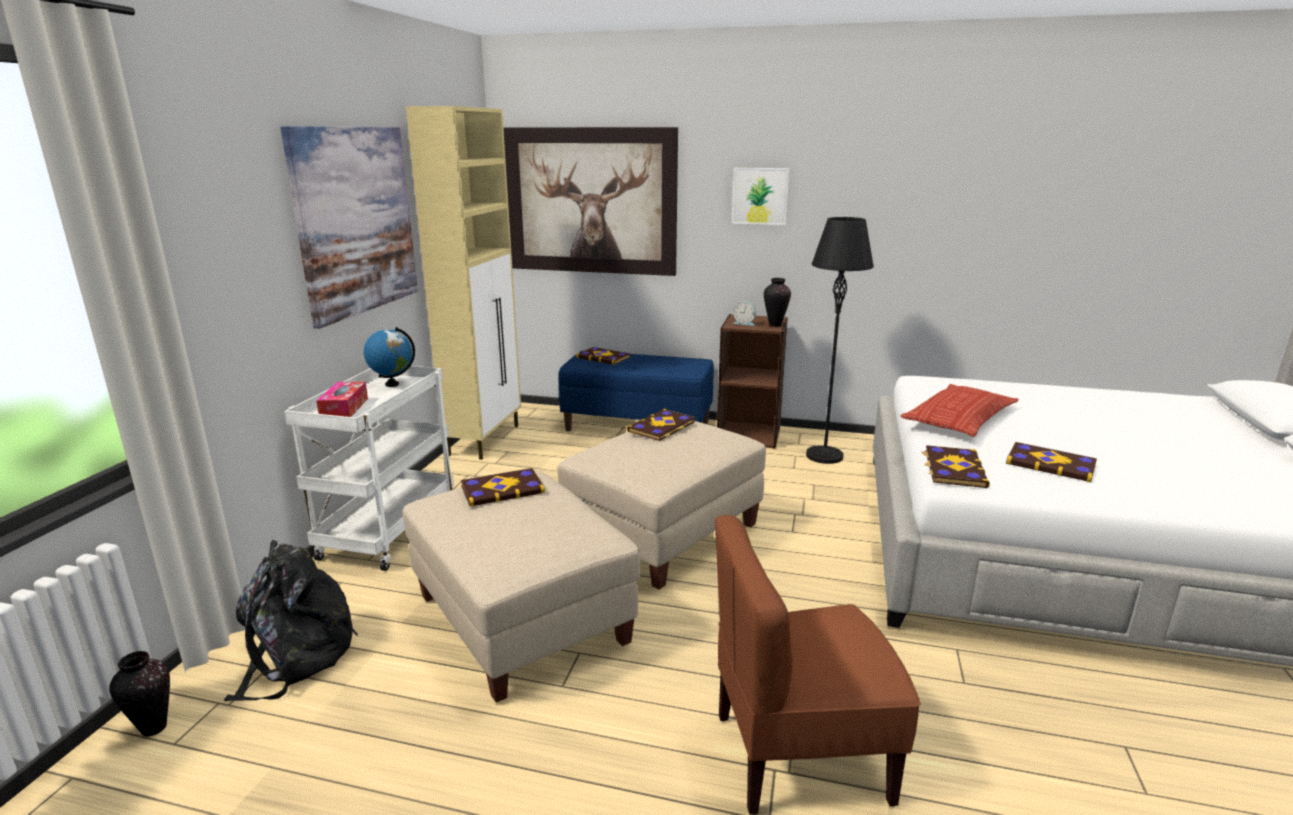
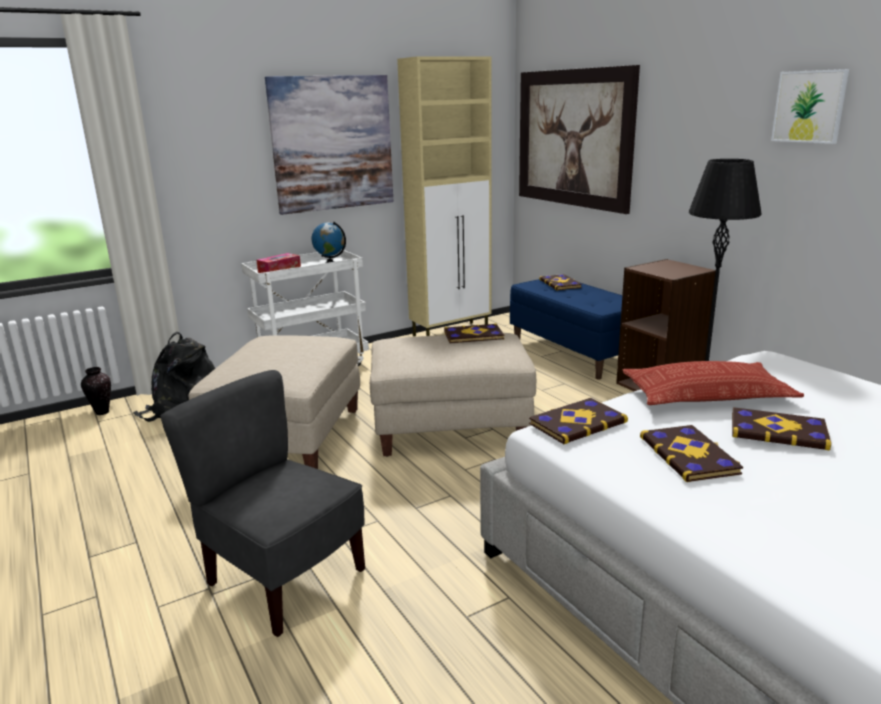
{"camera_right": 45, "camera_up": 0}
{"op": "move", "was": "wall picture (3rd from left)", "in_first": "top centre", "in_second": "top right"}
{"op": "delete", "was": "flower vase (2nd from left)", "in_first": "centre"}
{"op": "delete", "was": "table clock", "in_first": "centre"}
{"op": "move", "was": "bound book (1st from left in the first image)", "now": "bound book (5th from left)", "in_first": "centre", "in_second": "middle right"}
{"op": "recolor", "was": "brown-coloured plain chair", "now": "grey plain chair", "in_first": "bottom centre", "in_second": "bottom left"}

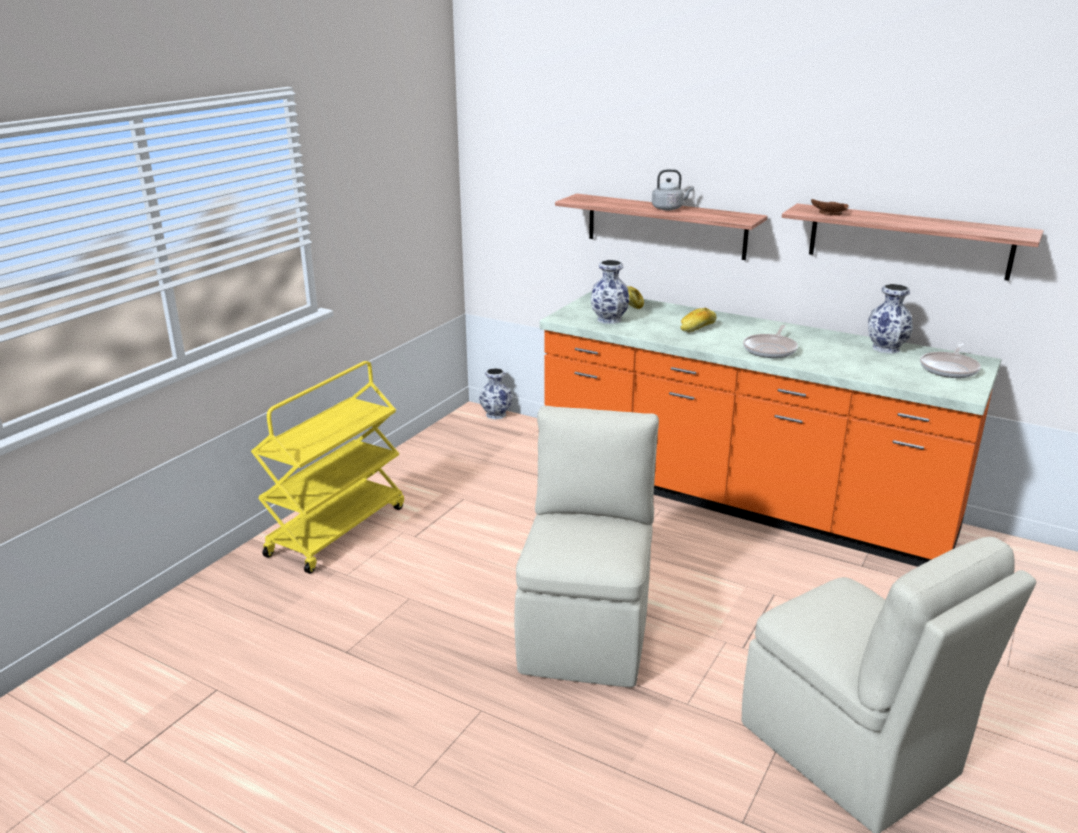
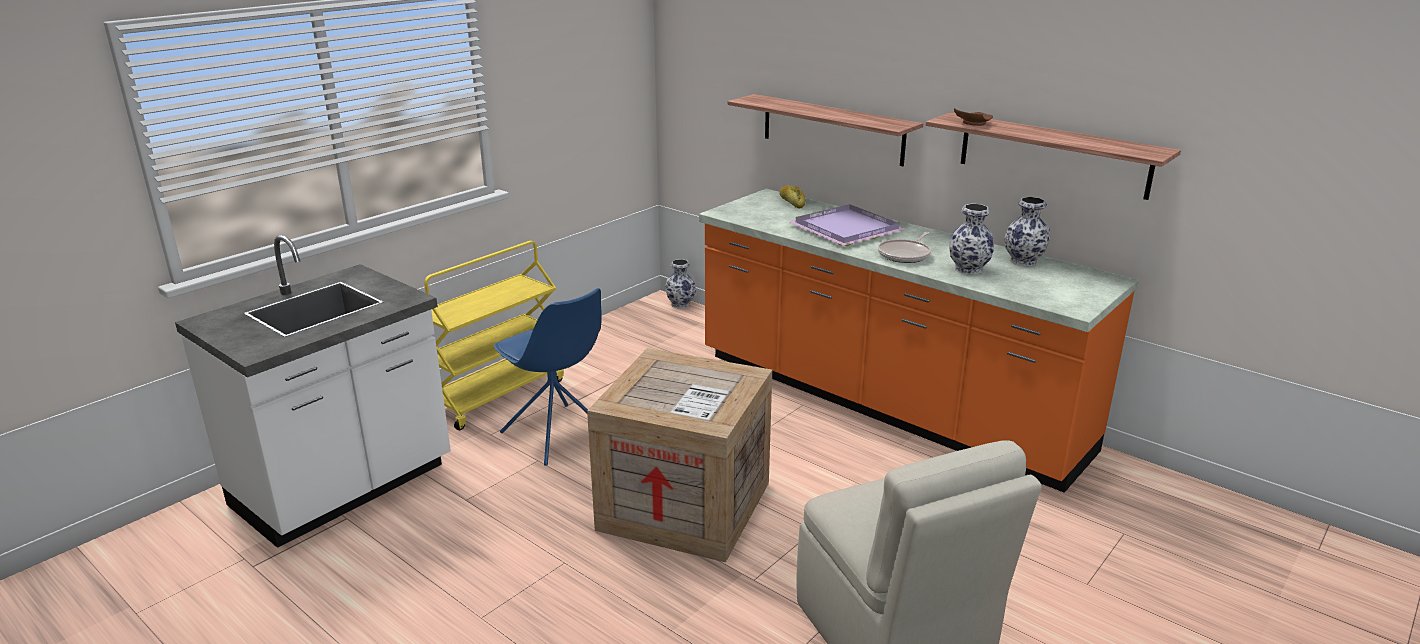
{"camera_right": 10, "camera_up": 0}
{"op": "delete", "was": "grey kettle", "in_first": "top centre"}
{"op": "move", "was": "flower vase (2nd from left)", "in_first": "centre", "in_second": "middle right"}
{"op": "replace", "was": "baked bread (2nd from left)", "now": "purplish carrying tray", "in_first": "centre", "in_second": "centre"}
{"op": "delete", "was": "skillet (2nd from left)", "in_first": "middle right"}
{"op": "replace", "was": "beige plain chair (1st from left)", "now": "packing crate", "in_first": "centre", "in_second": "bottom centre"}
{"op": "insert", "now": "white kitchen base unit", "in_second": "middle left"}
{"op": "insert", "now": "bluish plain chair", "in_second": "centre"}

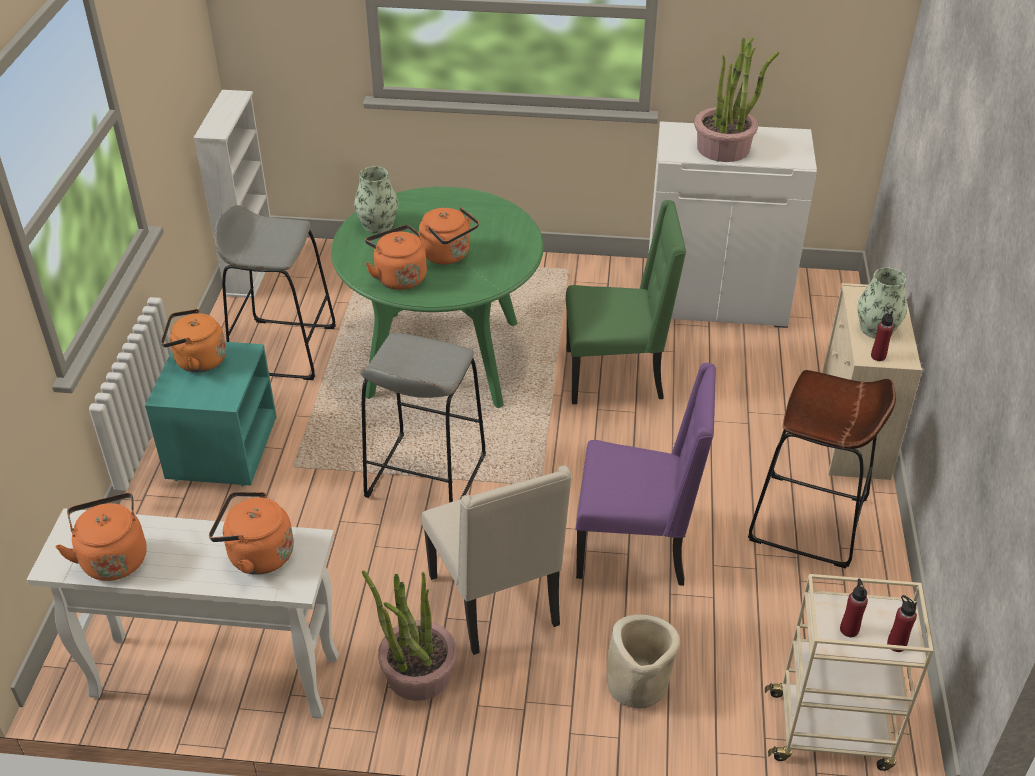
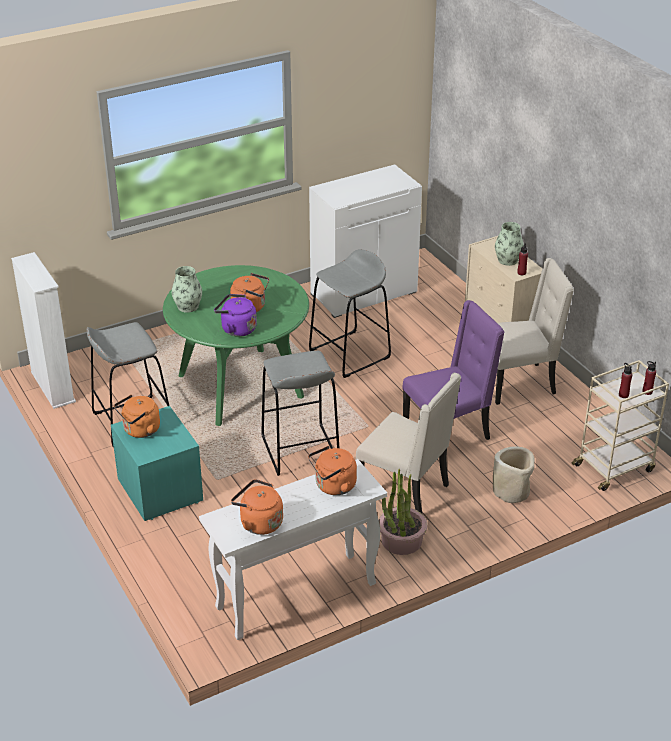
{"camera_right": -35, "camera_up": -5}
{"op": "delete", "was": "potted plant (2nd from left)", "in_first": "top right"}
{"op": "replace", "was": "green plain chair", "now": "grey stool (3rd from left)", "in_first": "centre", "in_second": "centre"}
{"op": "recolor", "was": "orange kettle (4th from left)", "now": "purplish kettle", "in_first": "top centre", "in_second": "centre"}
{"op": "replace", "was": "brown-coloured stool", "now": "beige plain chair (2nd from left)", "in_first": "middle right", "in_second": "middle right"}

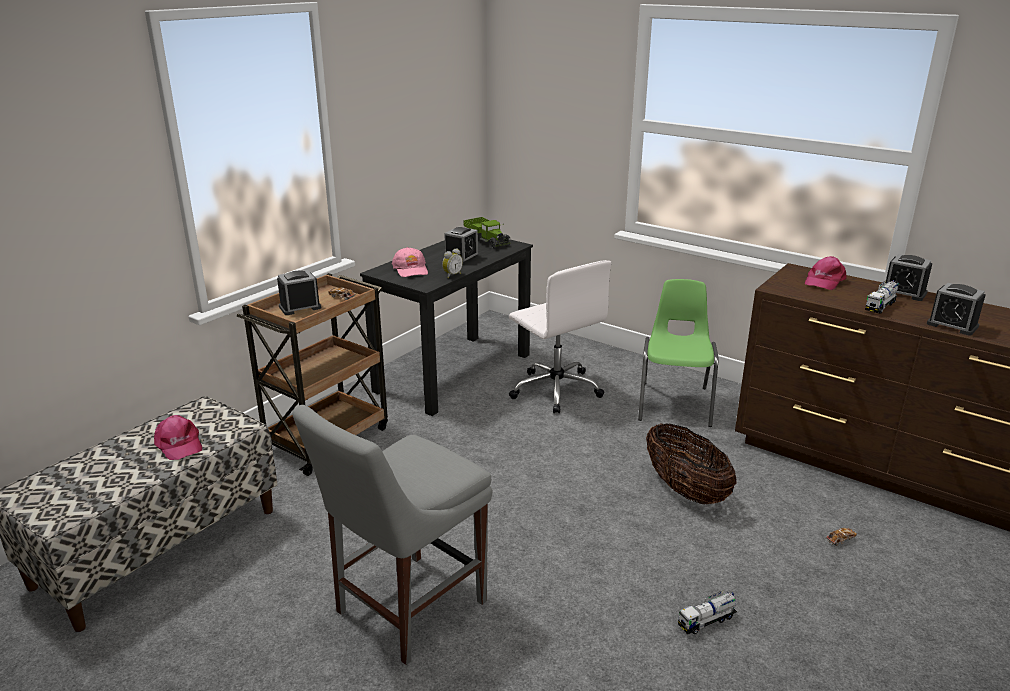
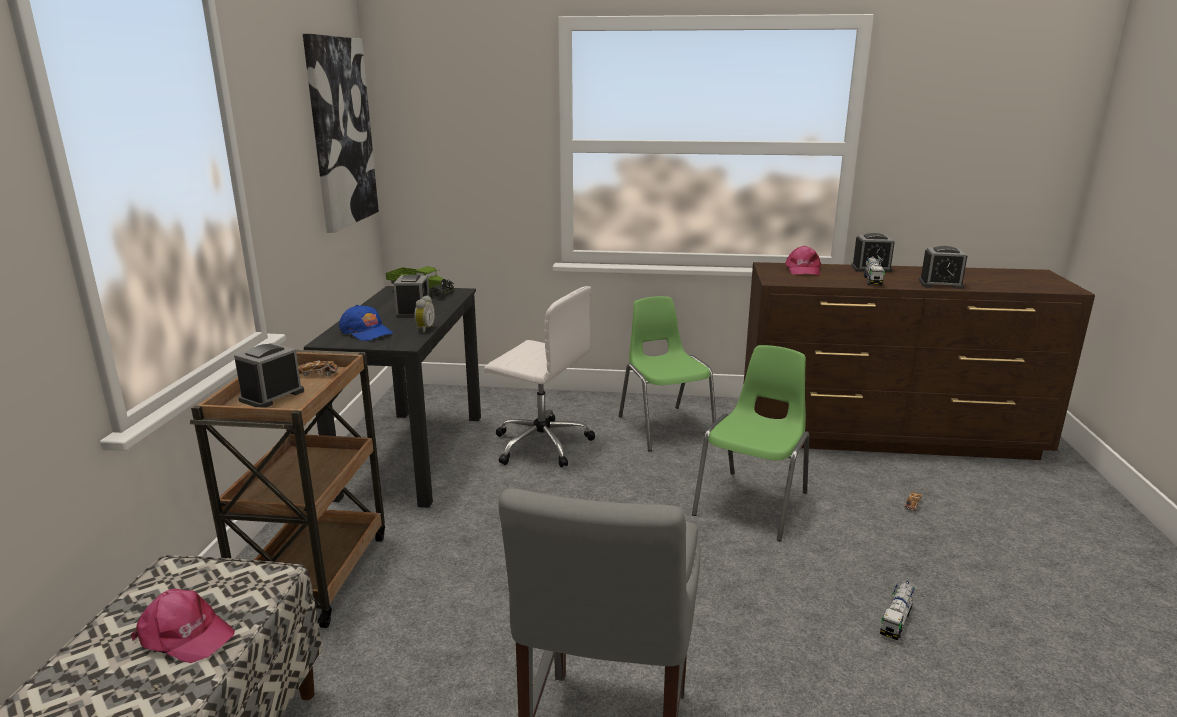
{"camera_right": -30, "camera_up": -5}
{"op": "recolor", "was": "pink-coloured baseball cap (2nd from left)", "now": "bluish baseball cap", "in_first": "centre", "in_second": "middle left"}
{"op": "replace", "was": "storage basket", "now": "green plain chair (2nd from left)", "in_first": "bottom right", "in_second": "centre"}
{"op": "insert", "now": "wall picture", "in_second": "top left"}

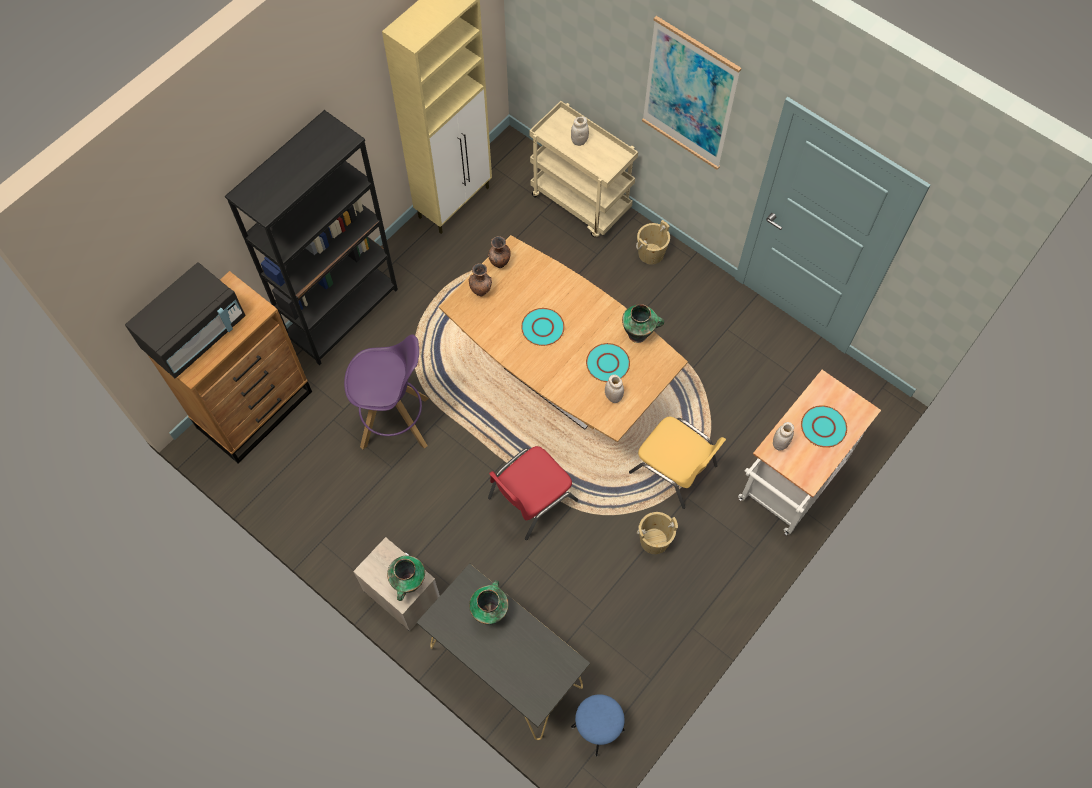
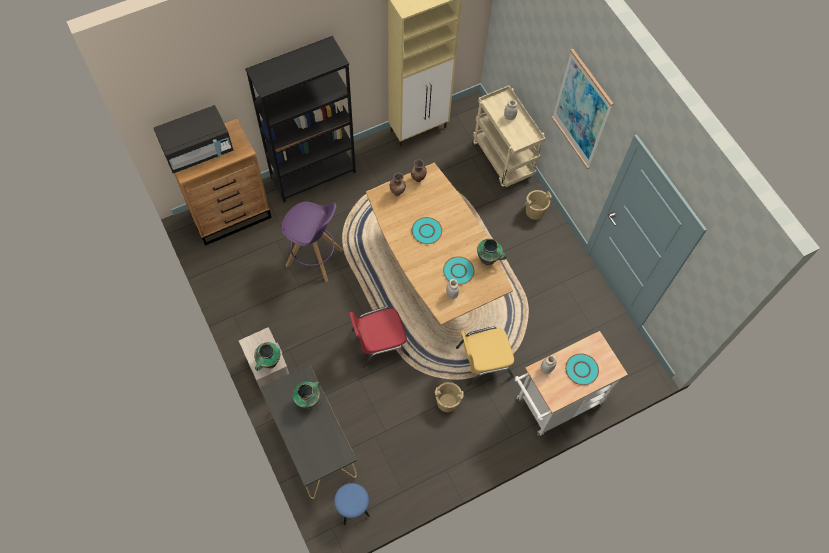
{"camera_right": 20, "camera_up": 0}
{"op": "rotate", "was": "yellow plain chair", "in_first": "centre", "in_second": "centre", "clockwise": 105}

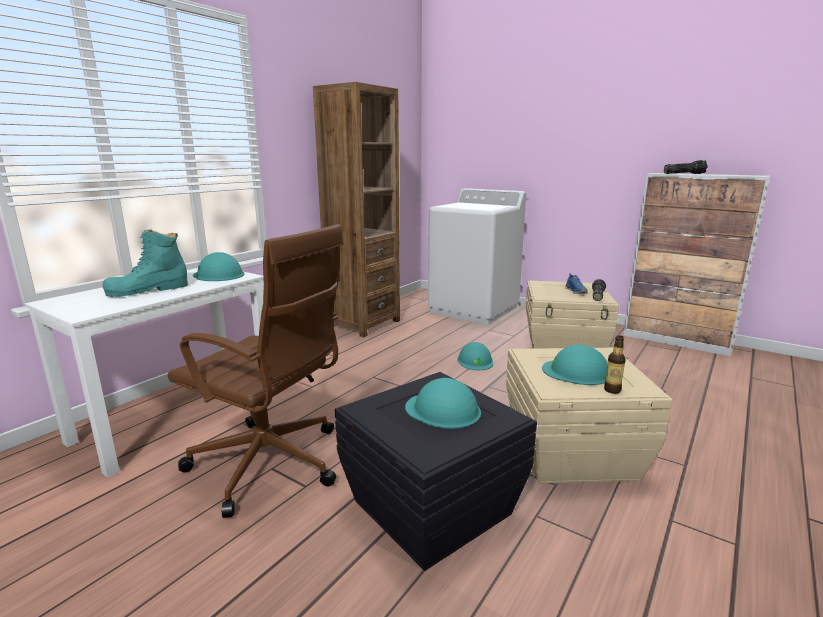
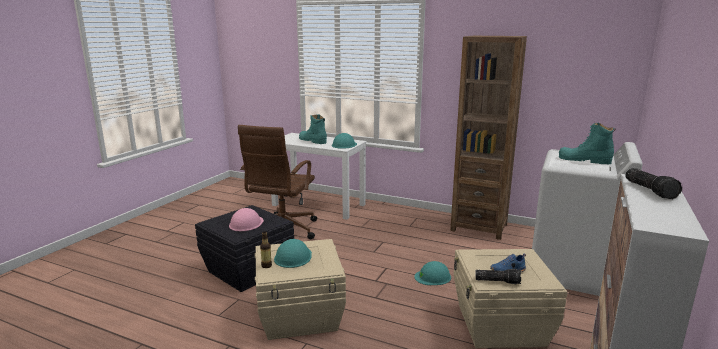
{"camera_right": 80, "camera_up": 0}
{"op": "recolor", "was": "turquoise hard hat (2nd from left)", "now": "pink-coloured hard hat", "in_first": "centre", "in_second": "centre"}
{"op": "insert", "now": "turquoise boot (2nd from left)", "in_second": "middle right"}

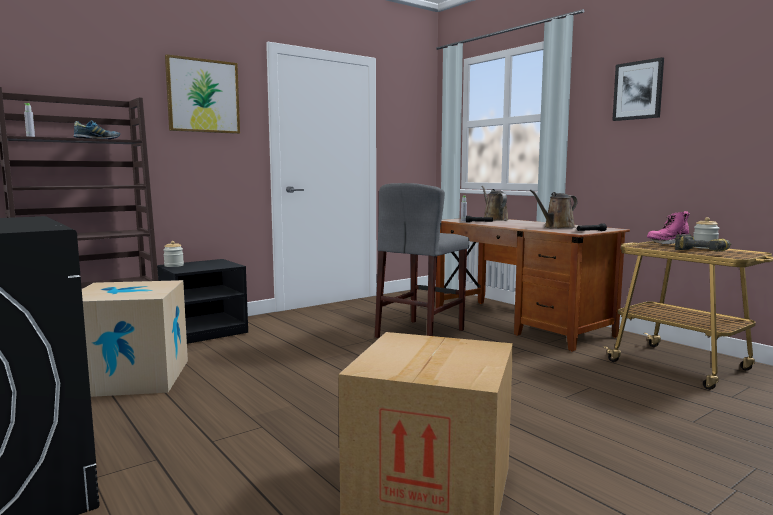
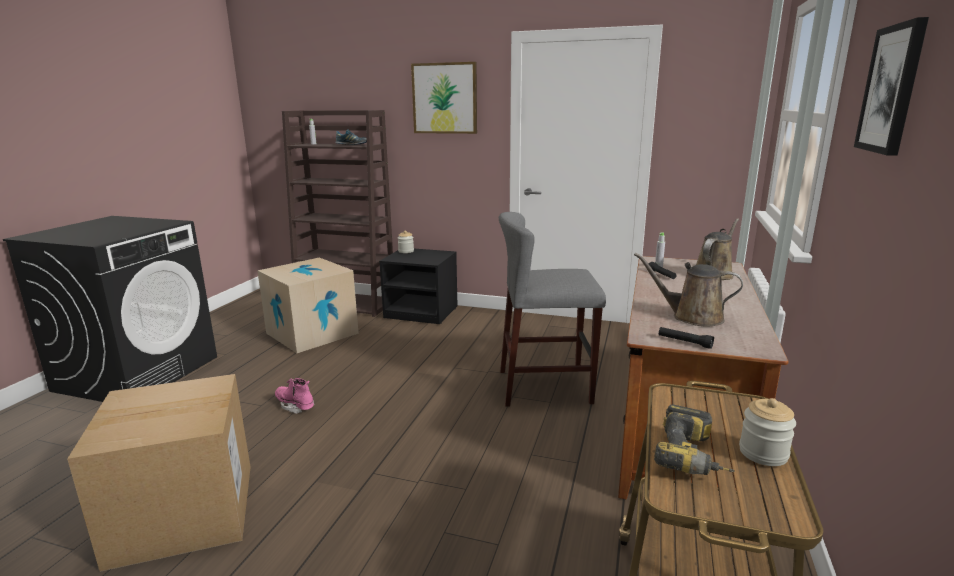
{"camera_right": 55, "camera_up": 10}
{"op": "move", "was": "pink-coloured boot", "in_first": "middle right", "in_second": "bottom left"}

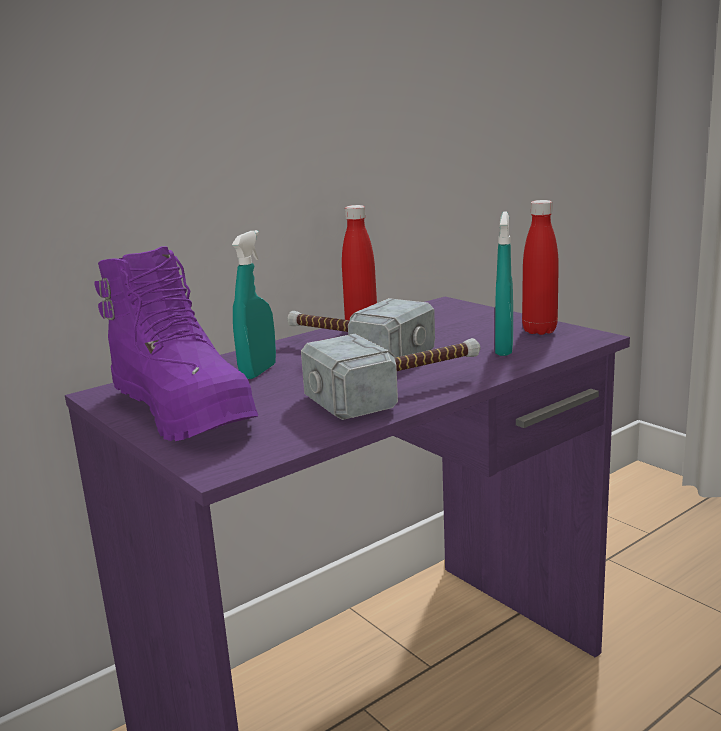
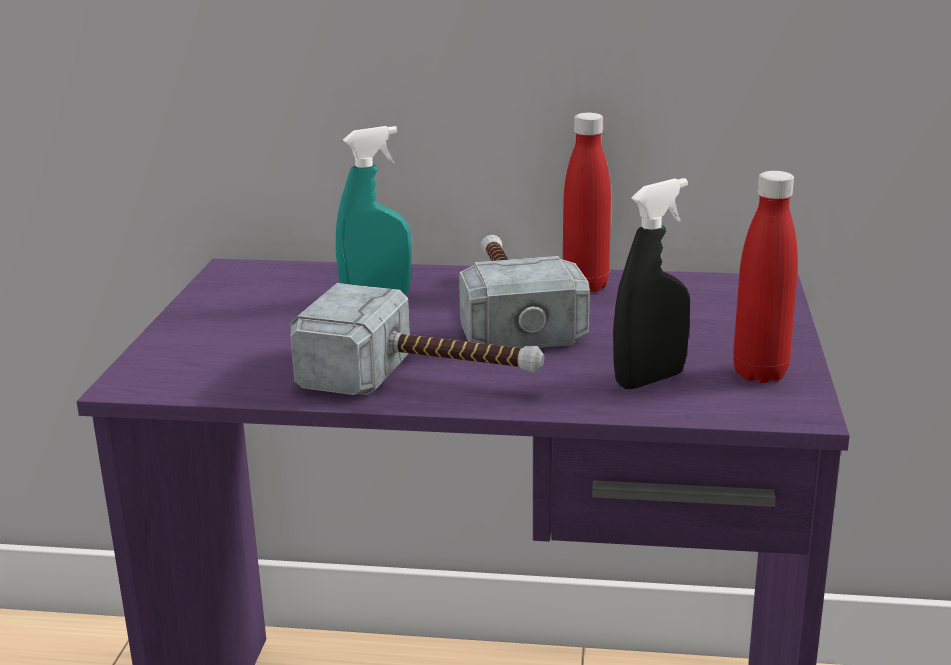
{"camera_right": 45, "camera_up": 5}
{"op": "recolor", "was": "turquoise hand sprayer (2nd from left)", "now": "blackish hand sprayer", "in_first": "middle right", "in_second": "middle right"}
{"op": "delete", "was": "purplish boot", "in_first": "middle left"}

